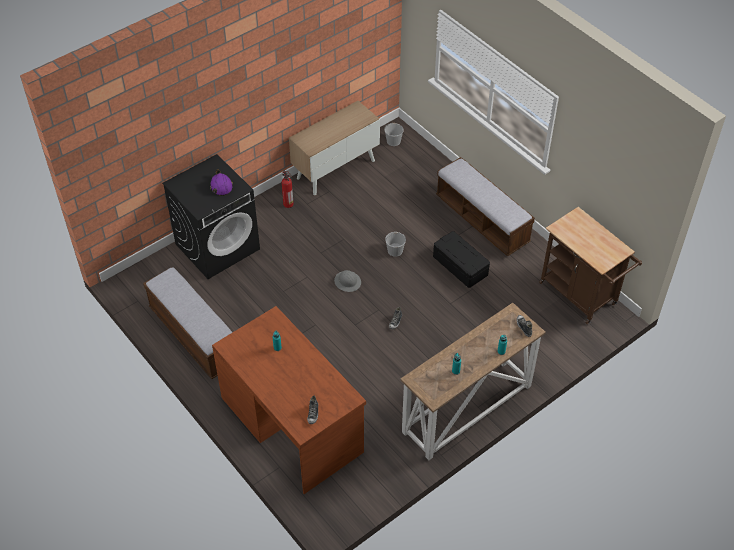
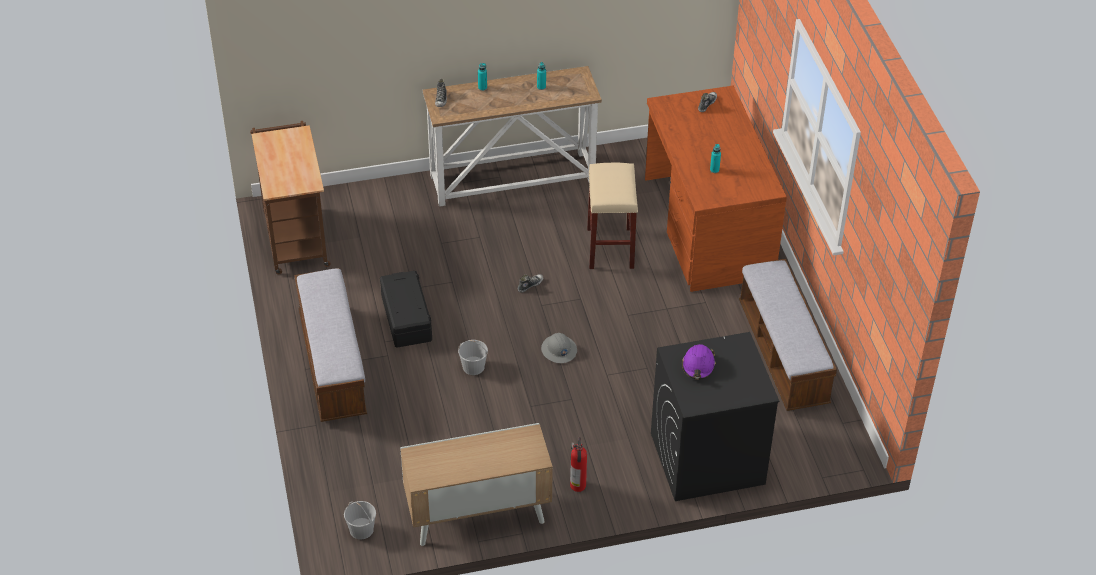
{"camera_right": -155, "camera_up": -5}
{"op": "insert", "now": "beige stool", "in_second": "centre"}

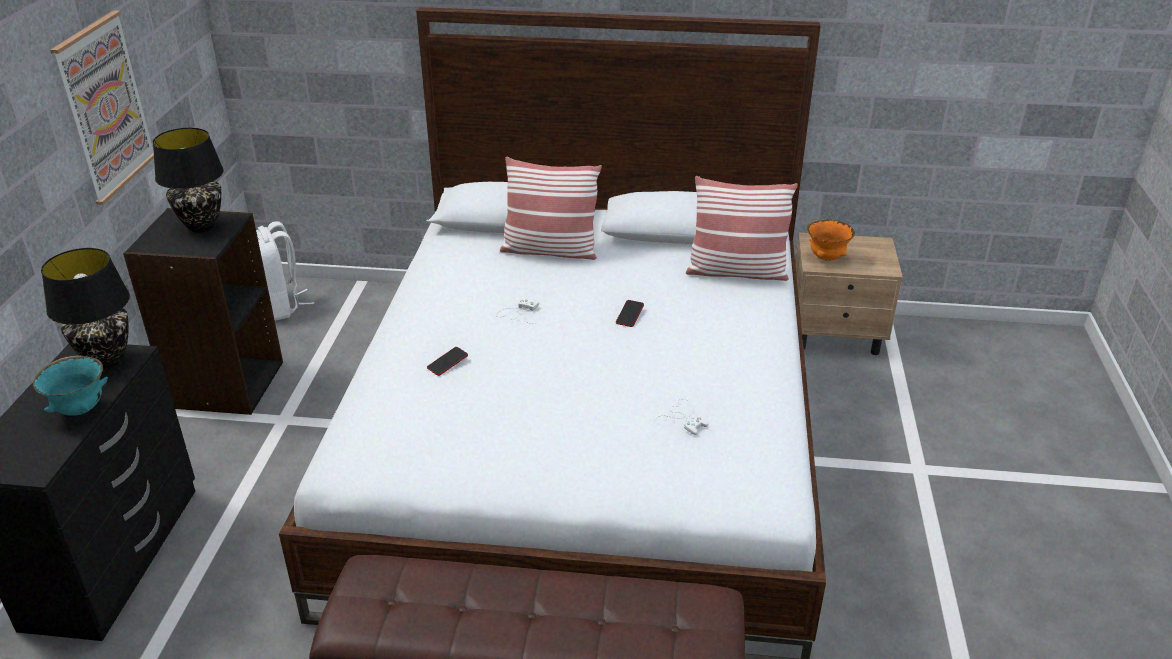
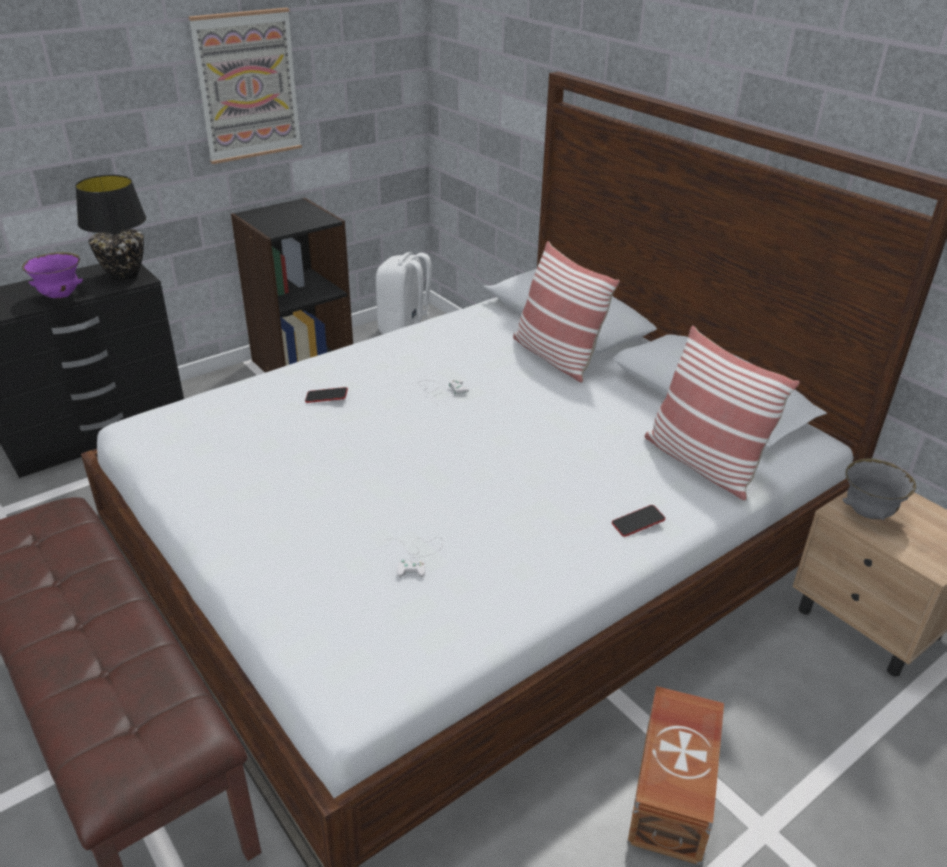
{"camera_right": 45, "camera_up": 0}
{"op": "delete", "was": "blackish lamp for a table (2nd from left)", "in_first": "top left"}
{"op": "recolor", "was": "orange serving bowl", "now": "grey serving bowl", "in_first": "middle right", "in_second": "middle right"}
{"op": "move", "was": "phone (2nd from left)", "in_first": "centre", "in_second": "middle right"}
{"op": "recolor", "was": "turquoise serving bowl", "now": "purplish serving bowl", "in_first": "middle left", "in_second": "top left"}
{"op": "insert", "now": "brown-coloured storage box", "in_second": "bottom right"}

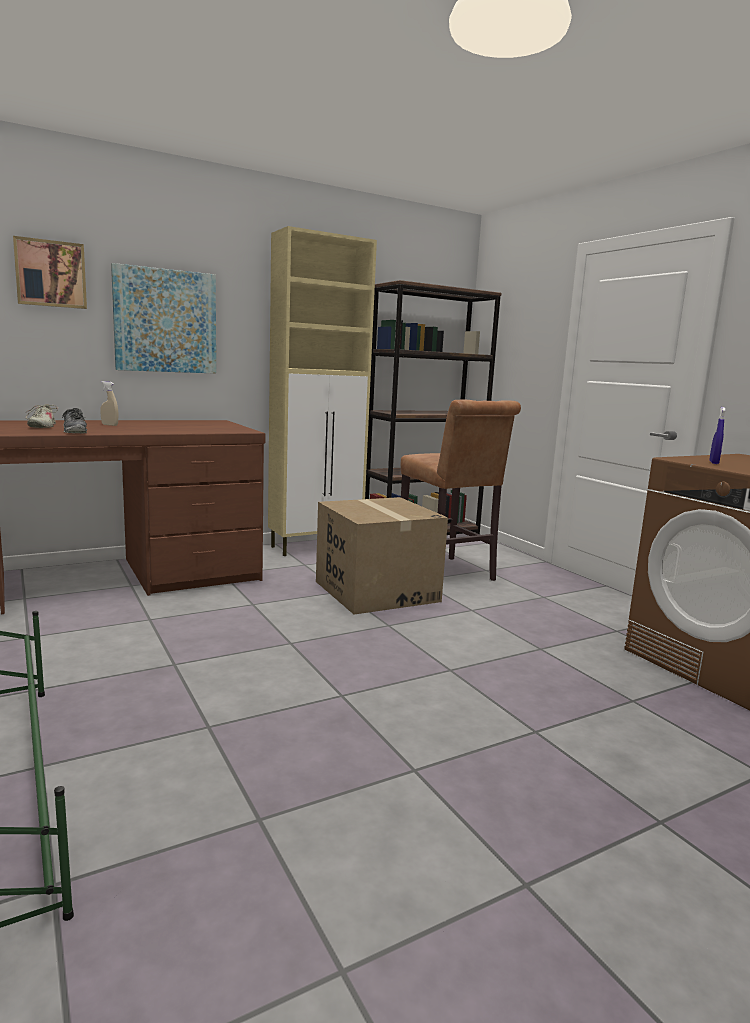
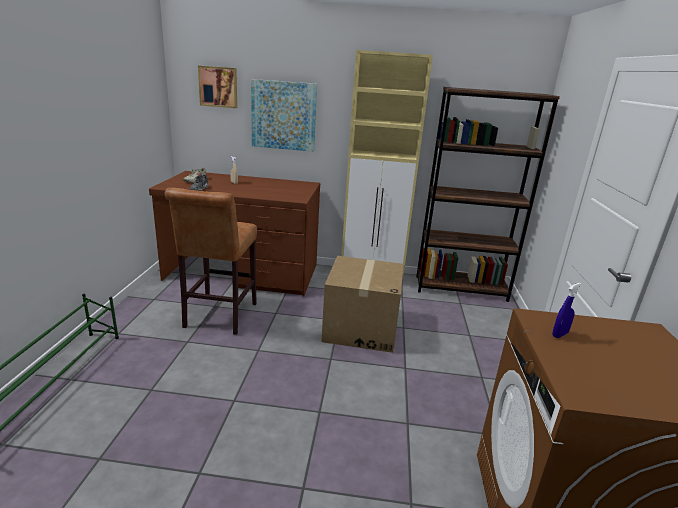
{"camera_right": 35, "camera_up": 10}
{"op": "move", "was": "brown-coloured stool", "in_first": "centre", "in_second": "middle left"}

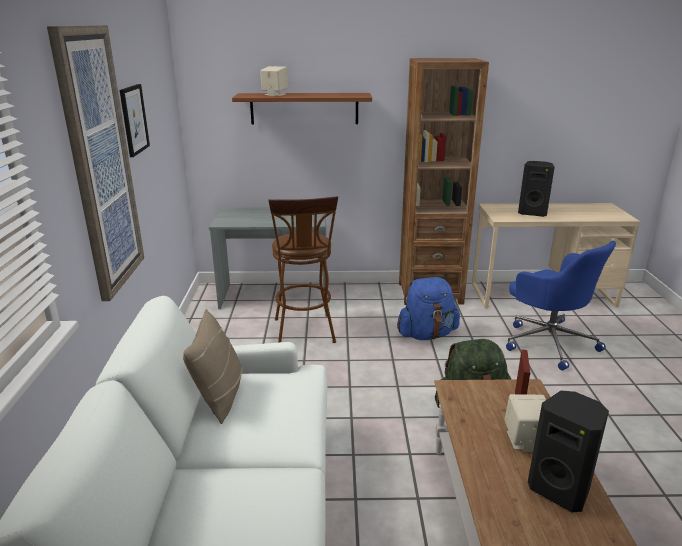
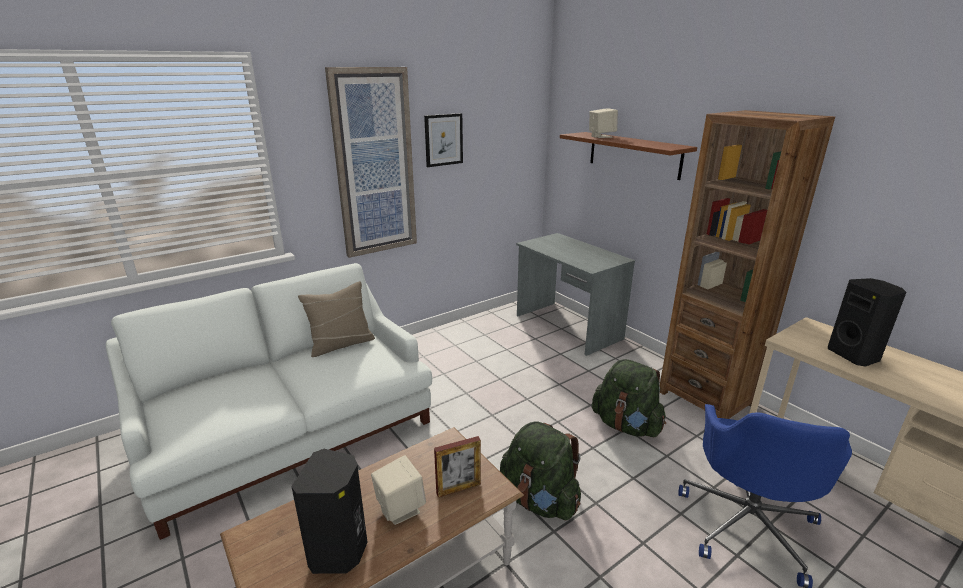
{"camera_right": 55, "camera_up": 0}
{"op": "delete", "was": "brown-coloured stool", "in_first": "centre"}
{"op": "recolor", "was": "bluish rucksack", "now": "green rucksack (2nd from left)", "in_first": "centre", "in_second": "bottom centre"}

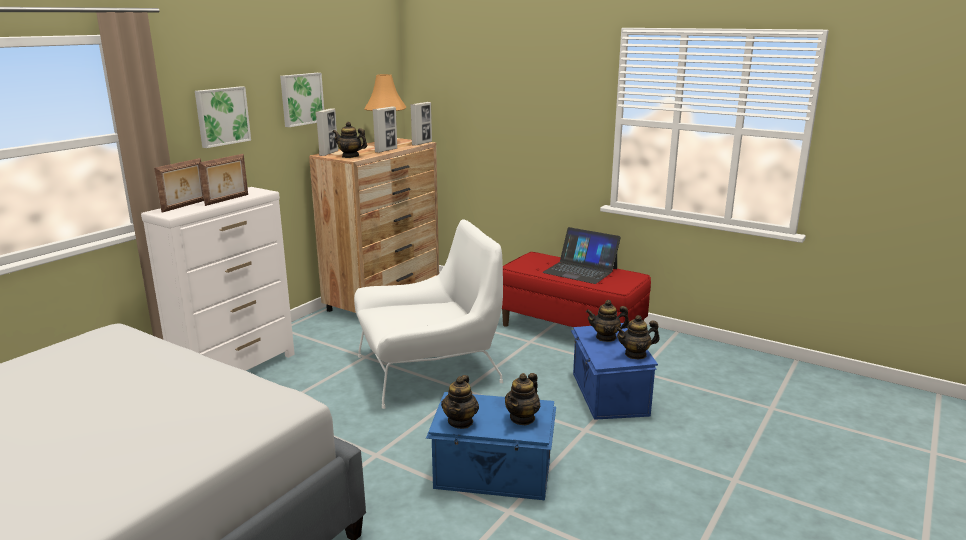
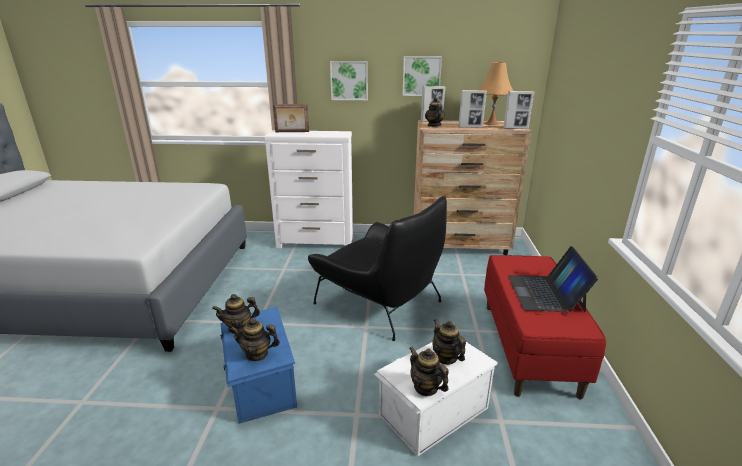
{"camera_right": 60, "camera_up": 5}
{"op": "delete", "was": "photo frame (2nd from left)", "in_first": "middle left"}
{"op": "recolor", "was": "white easy chair", "now": "blackish easy chair", "in_first": "centre", "in_second": "centre"}
{"op": "recolor", "was": "bluish storage box (2nd from left)", "now": "white storage box", "in_first": "bottom centre", "in_second": "bottom centre"}

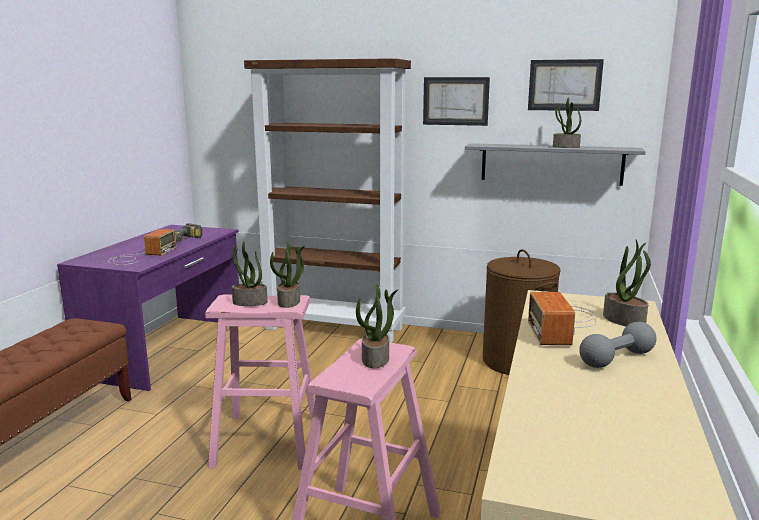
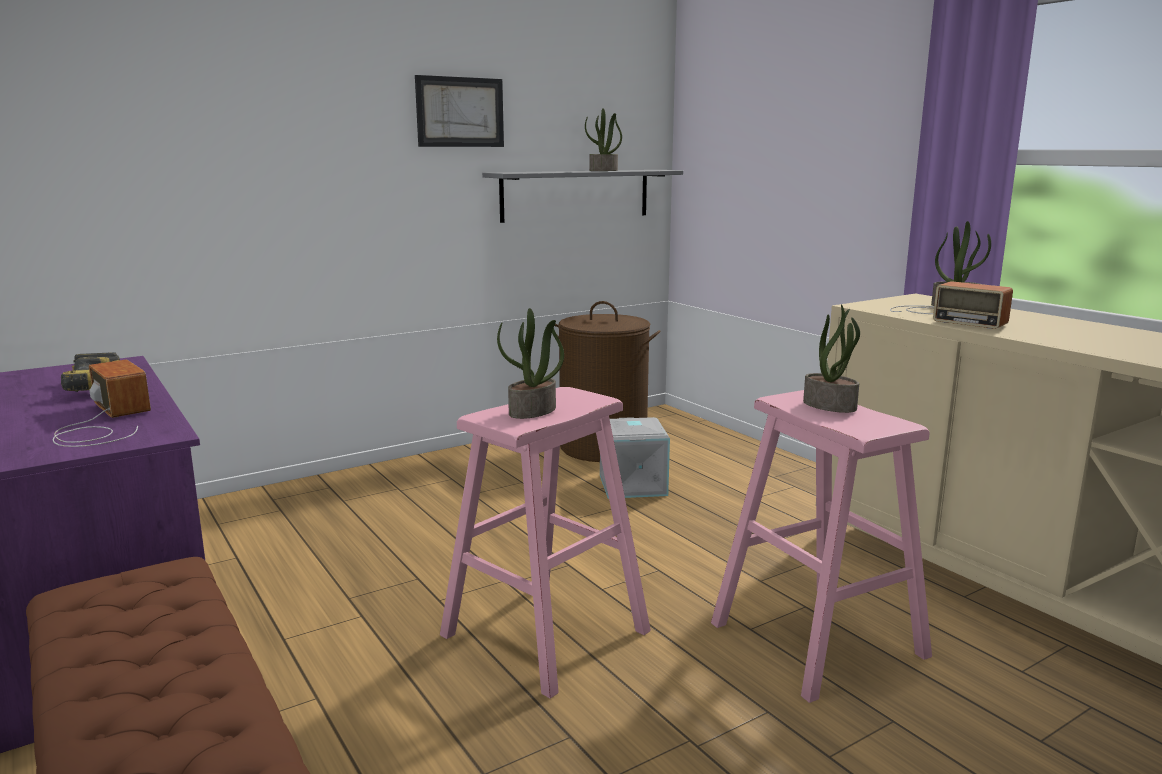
{"camera_right": -50, "camera_up": 0}
{"op": "delete", "was": "brown-coloured bookcase", "in_first": "centre"}
{"op": "delete", "was": "wall picture (2nd from left)", "in_first": "top right"}
{"op": "delete", "was": "potted plant (2nd from left)", "in_first": "centre"}
{"op": "delete", "was": "grey free weight", "in_first": "middle right"}
{"op": "insert", "now": "grey storage box", "in_second": "centre"}

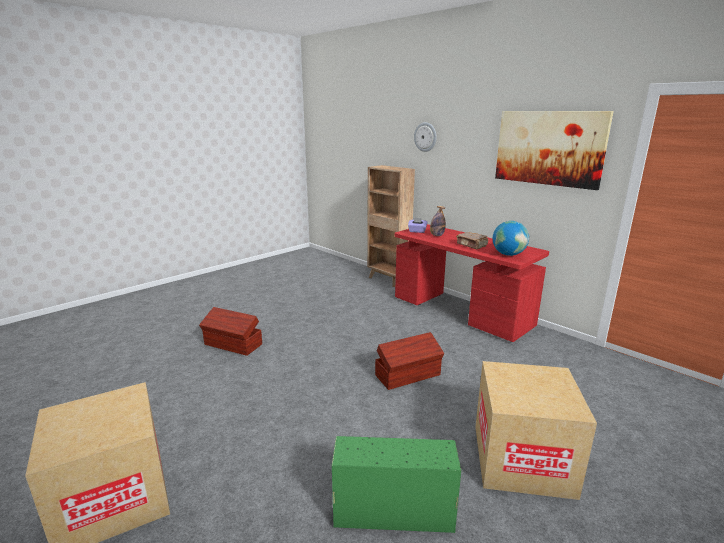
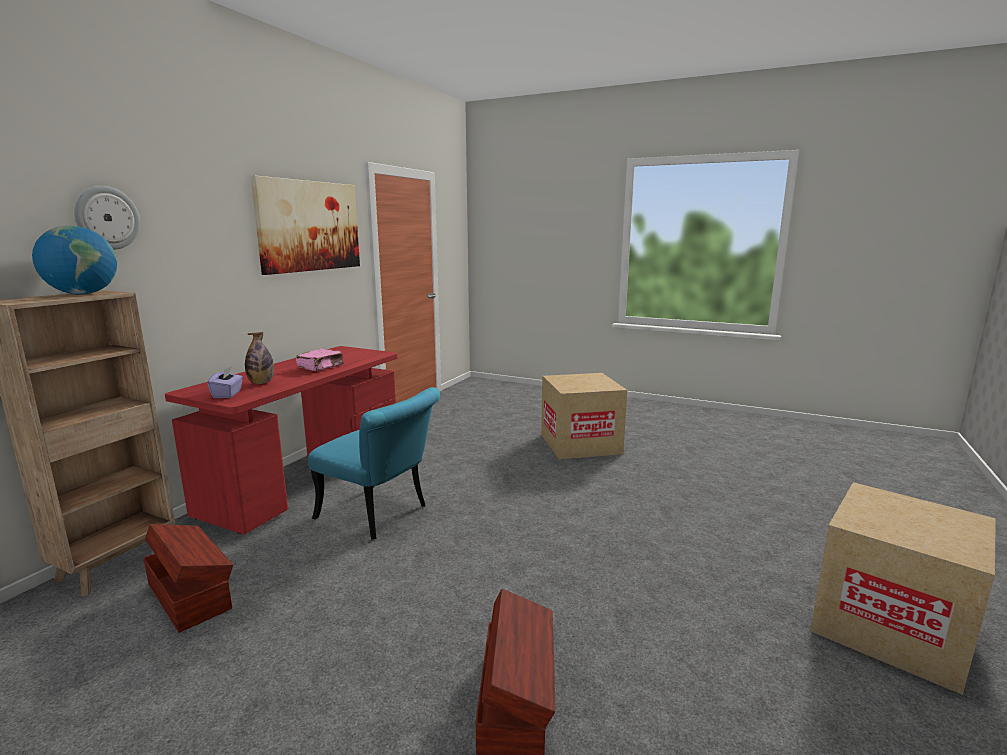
{"camera_right": -110, "camera_up": -5}
{"op": "move", "was": "desk globe", "in_first": "middle right", "in_second": "middle left"}
{"op": "recolor", "was": "brown-coloured bound book", "now": "pink-coloured bound book", "in_first": "centre", "in_second": "middle left"}
{"op": "move", "was": "brown-coloured storage box (2nd from left in the first image)", "now": "brown-coloured storage box (1st from left)", "in_first": "centre", "in_second": "bottom left"}
{"op": "delete", "was": "green storage box", "in_first": "bottom centre"}
{"op": "insert", "now": "turquoise plain chair", "in_second": "centre"}

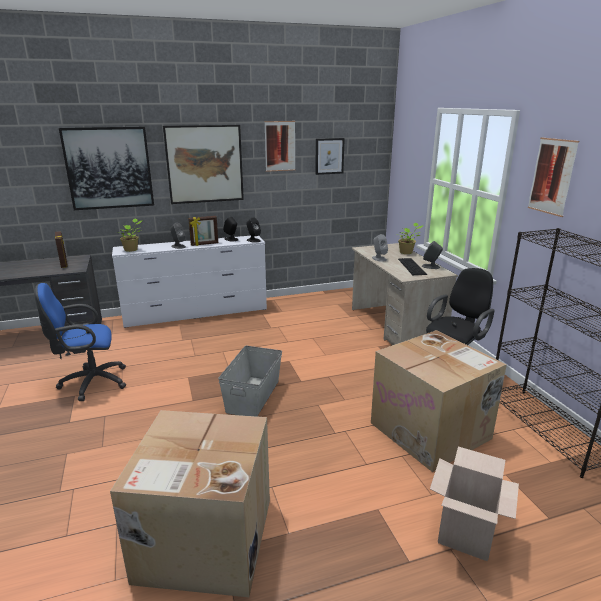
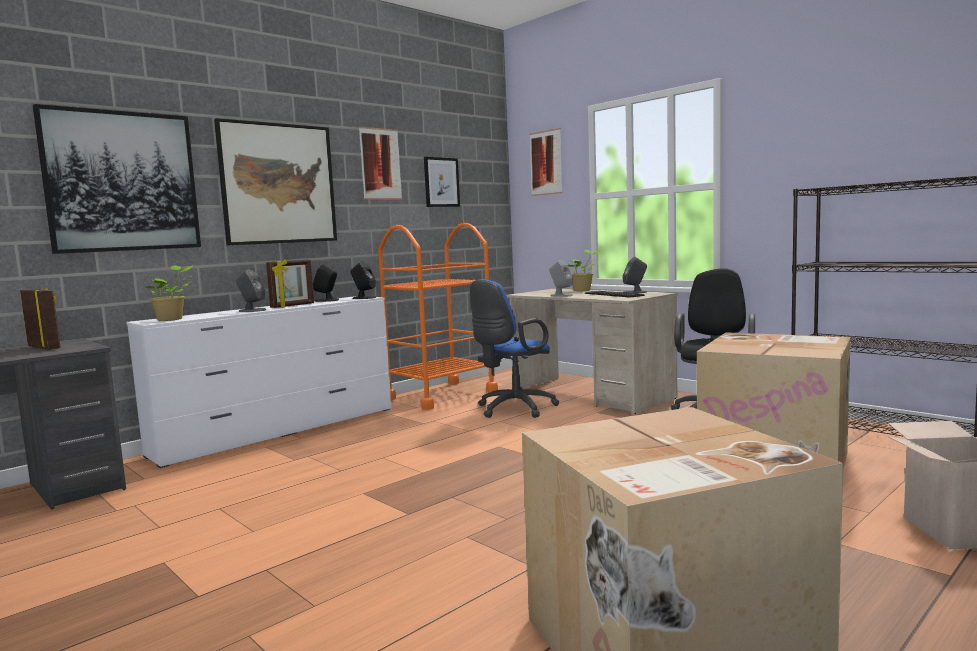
{"camera_right": -25, "camera_up": -15}
{"op": "move", "was": "wall picture (5th from left)", "in_first": "top right", "in_second": "top centre"}
{"op": "move", "was": "bluish computer chair", "in_first": "middle left", "in_second": "centre"}
{"op": "delete", "was": "grey storage box", "in_first": "centre"}
{"op": "insert", "now": "orange wheeled cart", "in_second": "centre"}

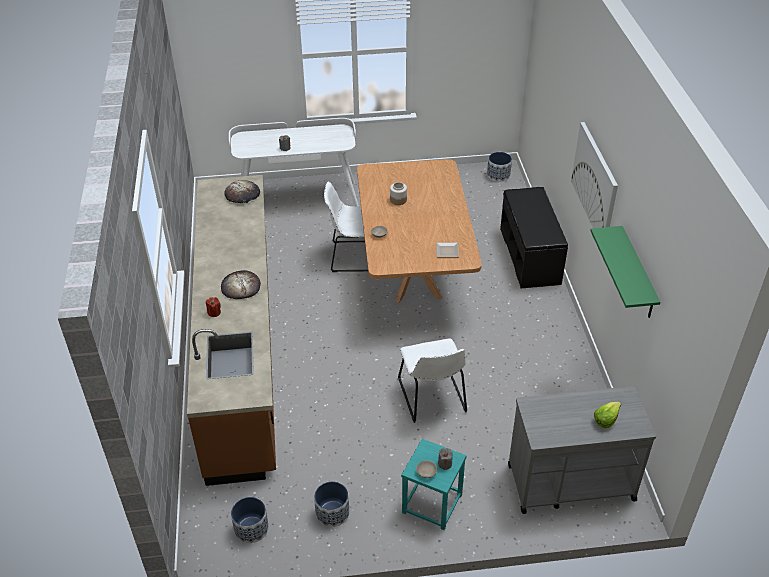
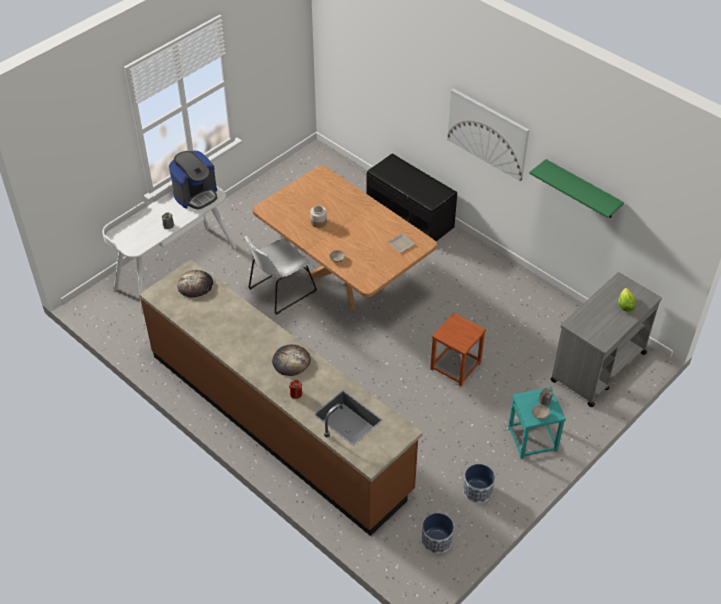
{"camera_right": -40, "camera_up": 5}
{"op": "delete", "was": "plant pot (3rd from left)", "in_first": "top centre"}
{"op": "replace", "was": "white plain chair (2nd from left)", "now": "brown-coloured stool", "in_first": "centre", "in_second": "centre"}
{"op": "insert", "now": "coffee machine", "in_second": "top left"}

